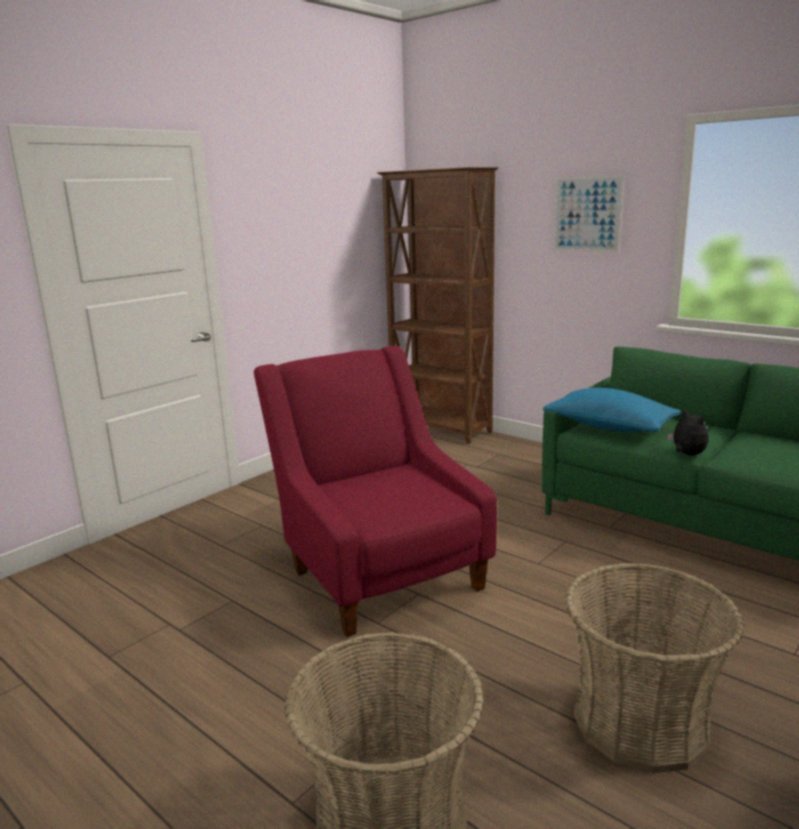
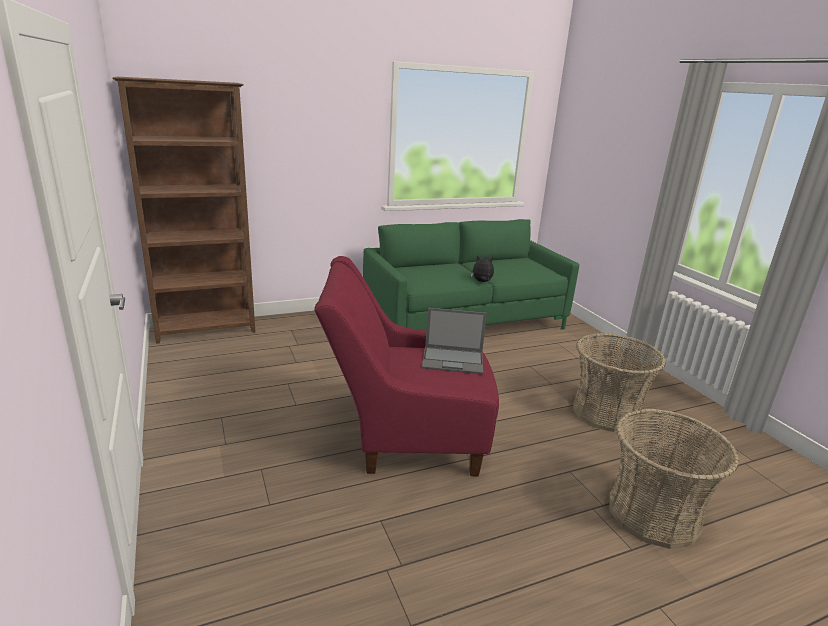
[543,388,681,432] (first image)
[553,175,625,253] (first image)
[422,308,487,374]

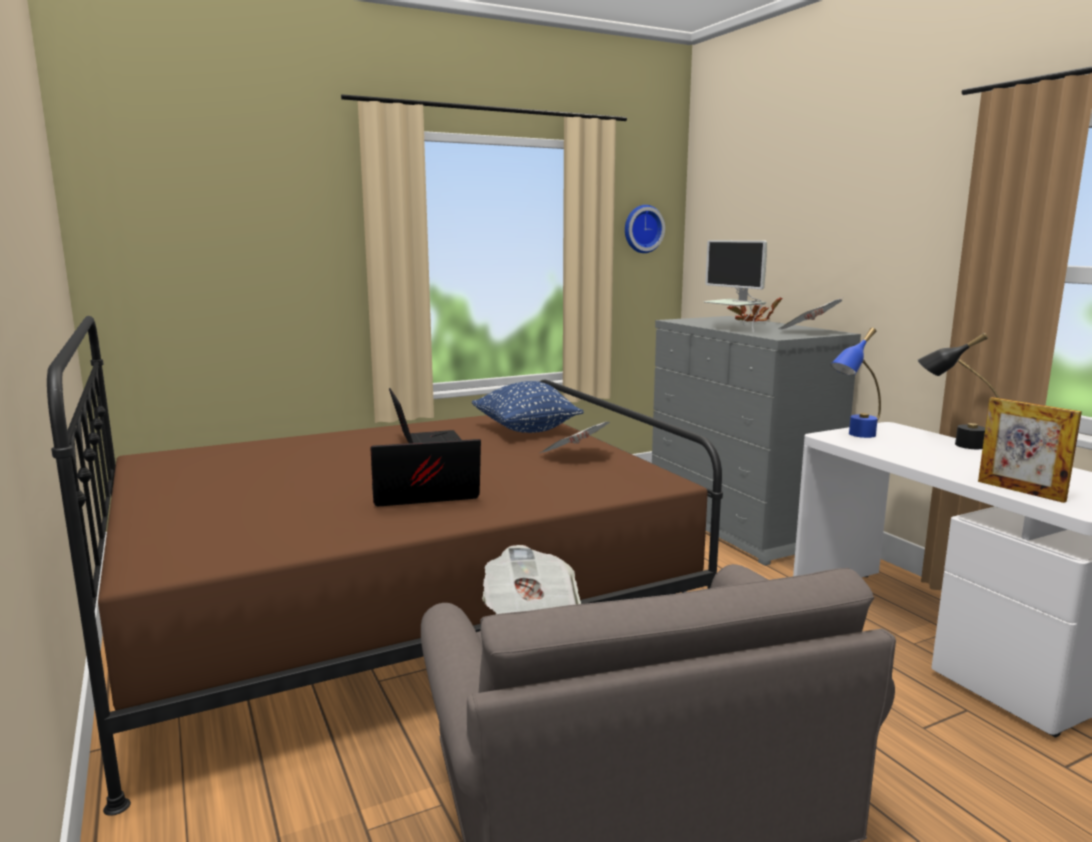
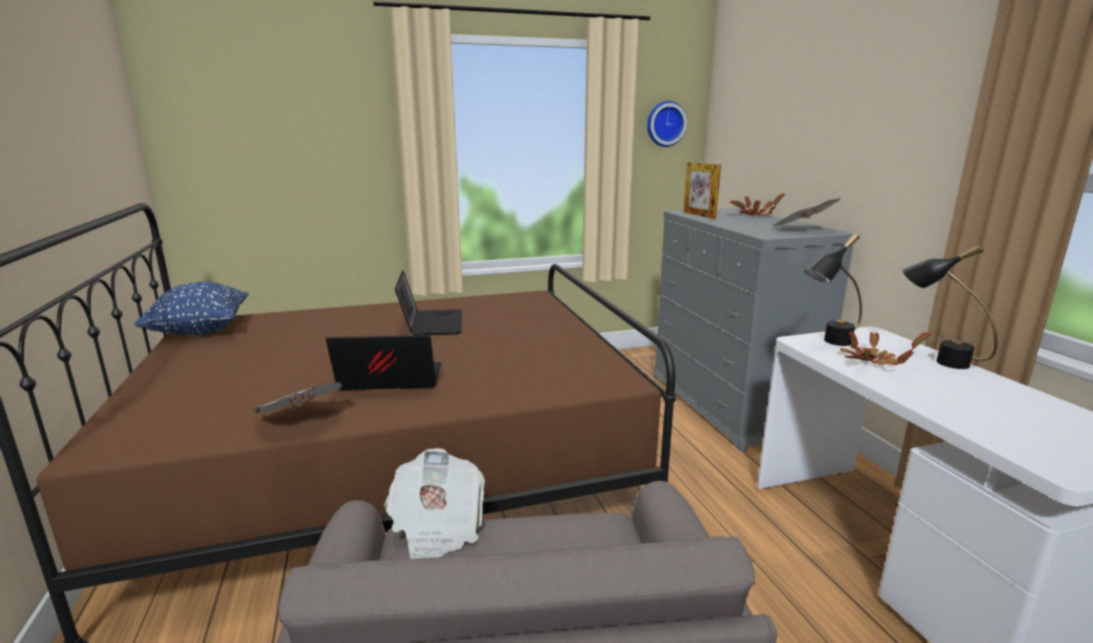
[133,282,248,335]
[254,382,342,414]
[704,240,767,332] (first image)
[805,233,862,346]
[683,162,721,219]
[840,331,931,365]

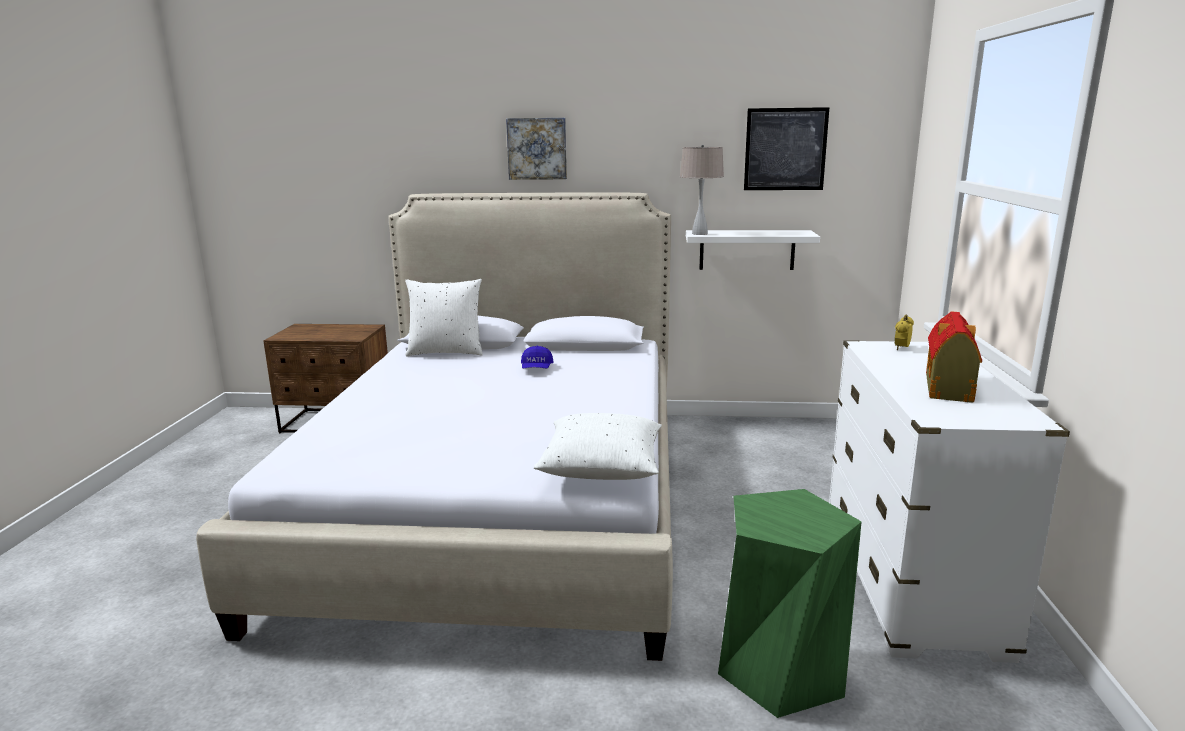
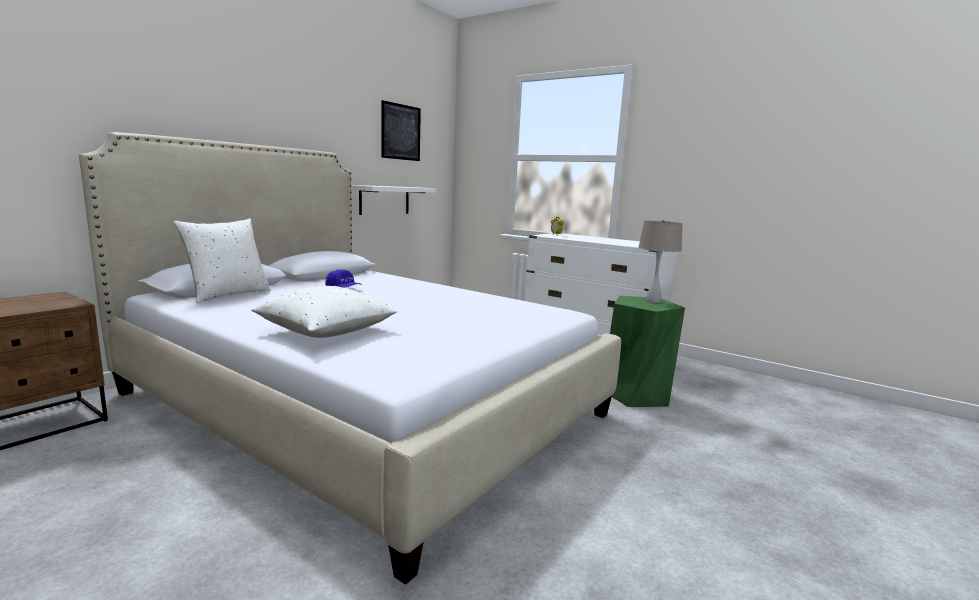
[506,118,567,180] (first image)
[251,286,397,338]
[638,220,683,303]
[926,311,982,403] (first image)

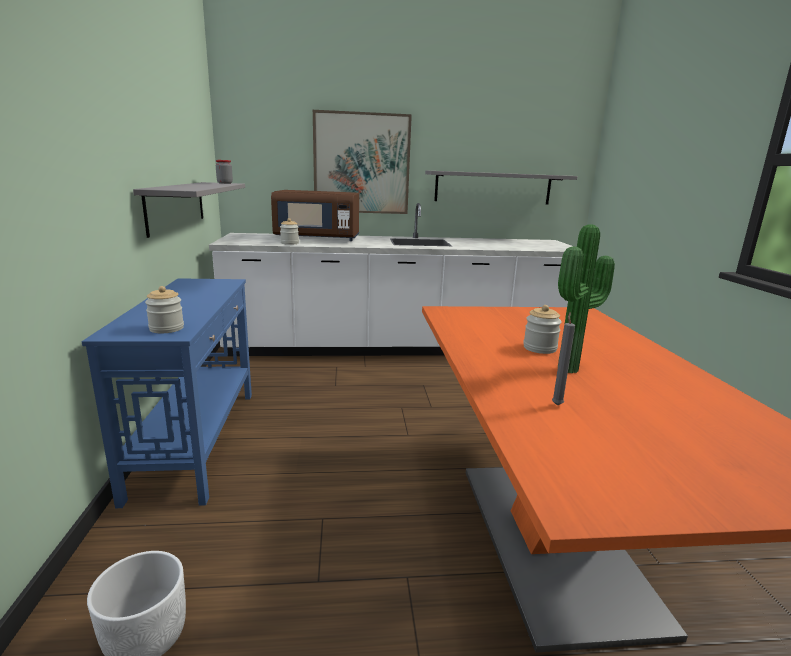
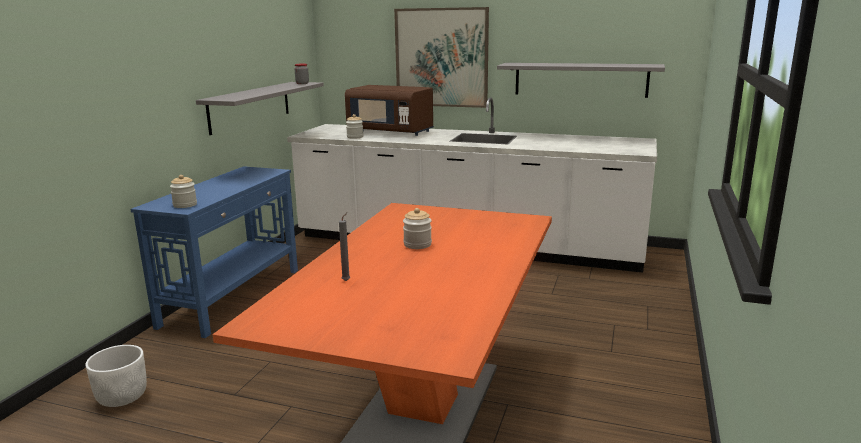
[558,224,615,373] (first image)

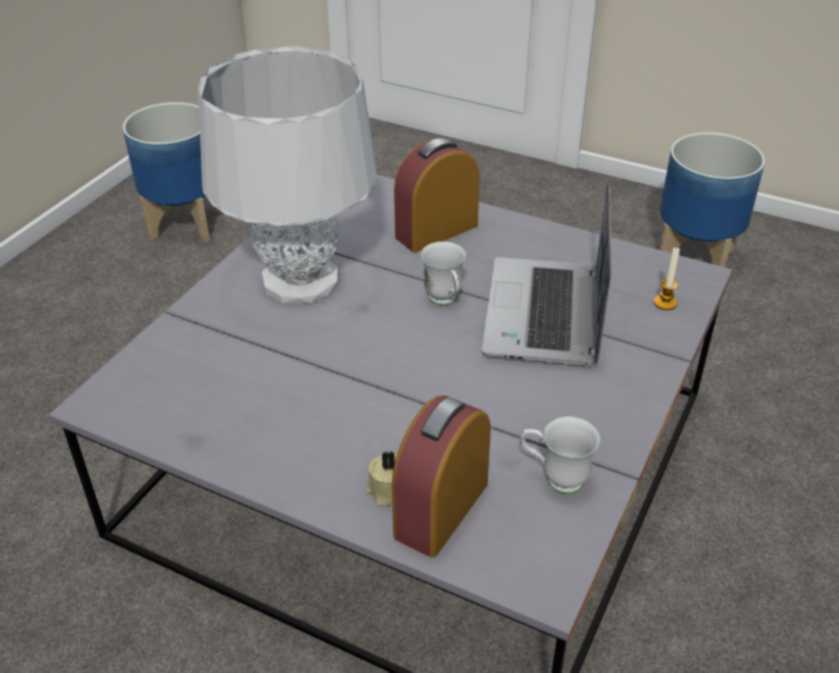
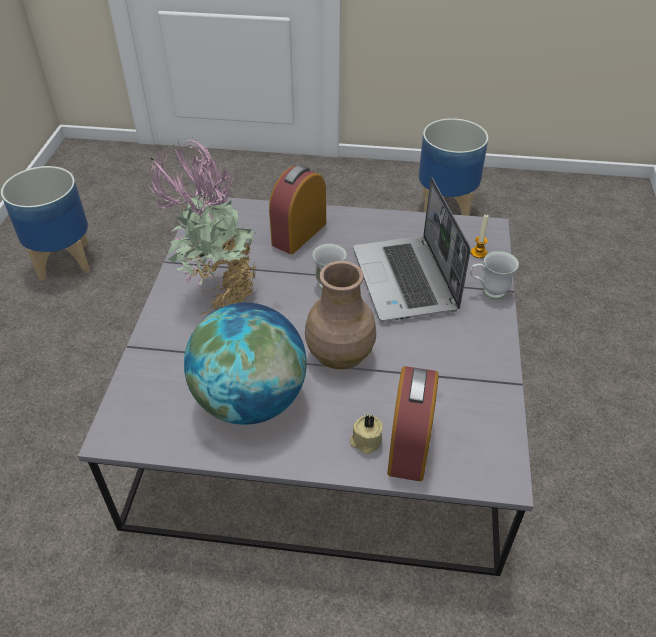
[148,138,260,314]
[470,251,519,299]
[184,303,307,425]
[305,261,376,369]

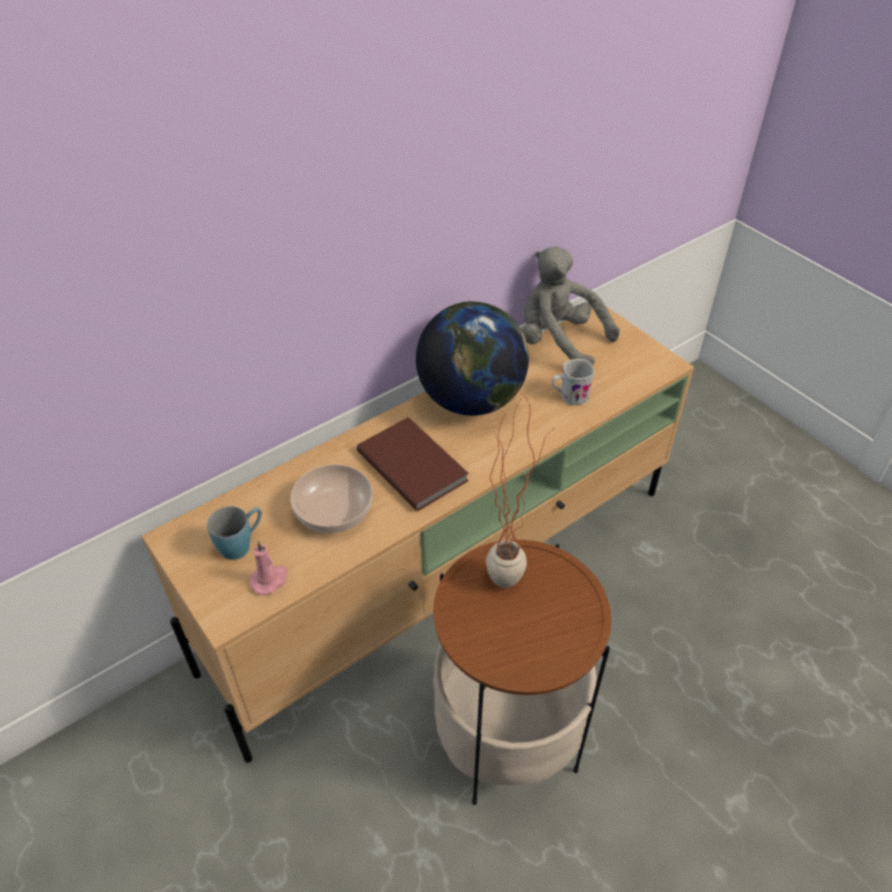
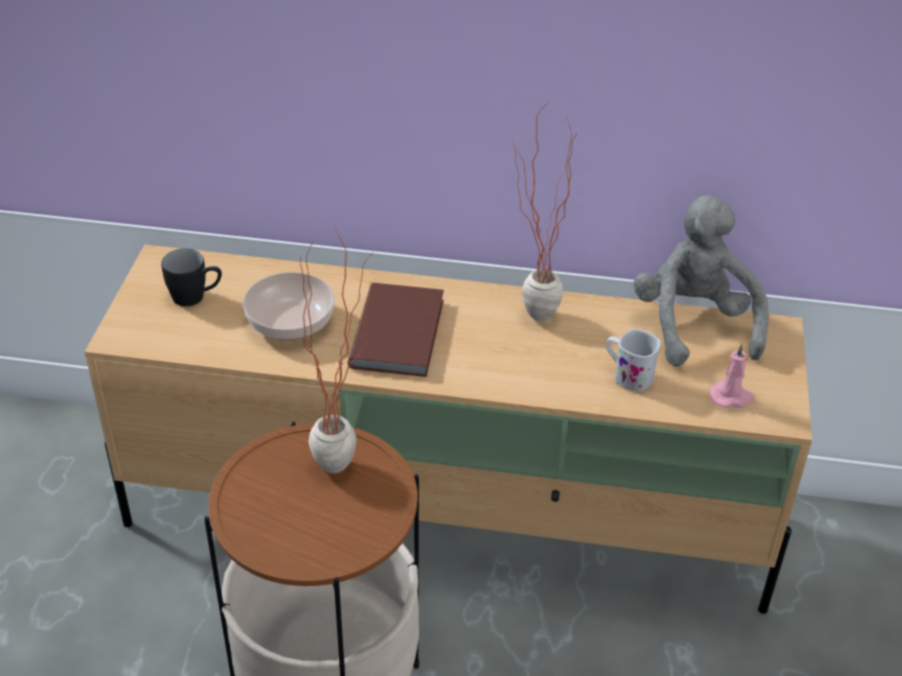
[161,249,222,306]
[710,343,754,408]
[512,104,577,321]

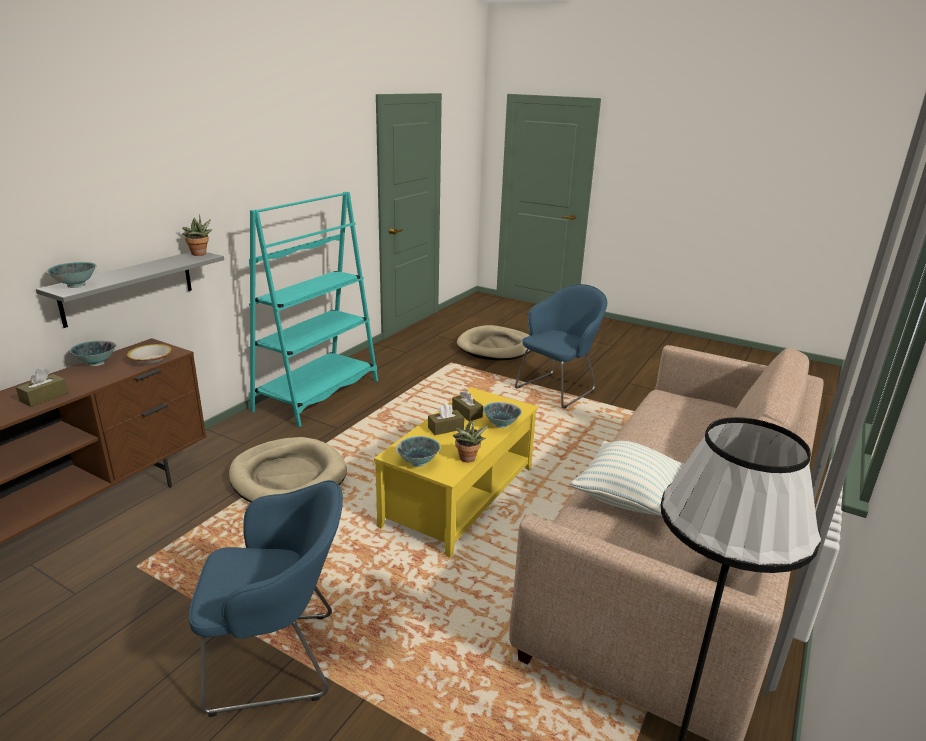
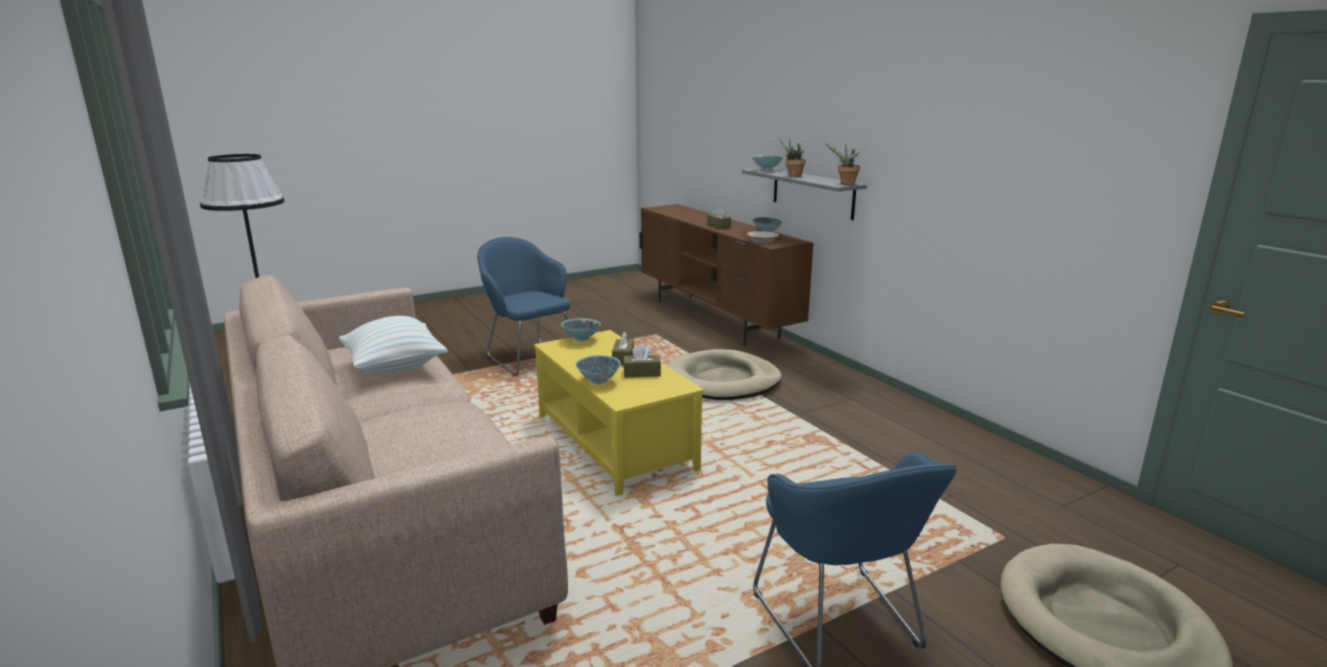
[477,237,571,376]
[249,192,378,427] (first image)
[779,137,806,177]

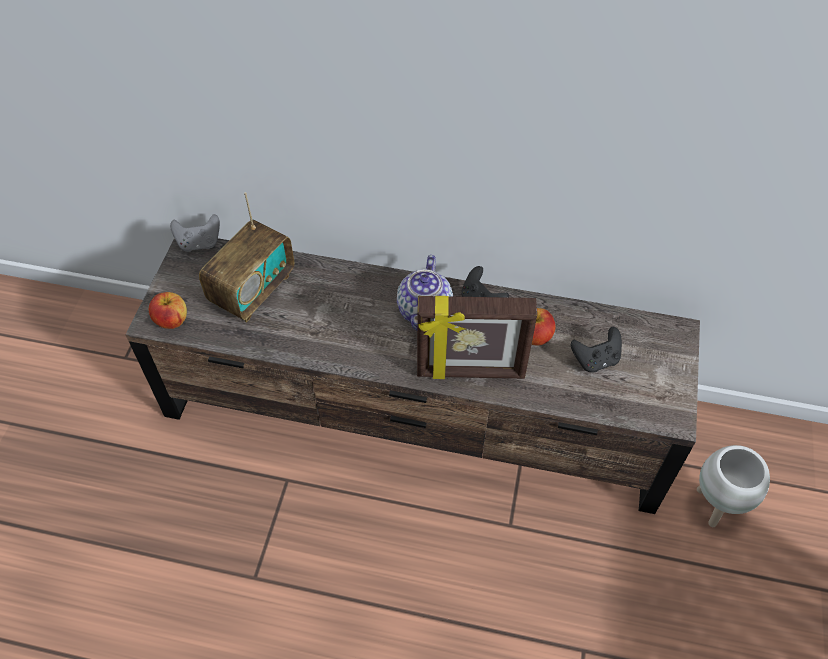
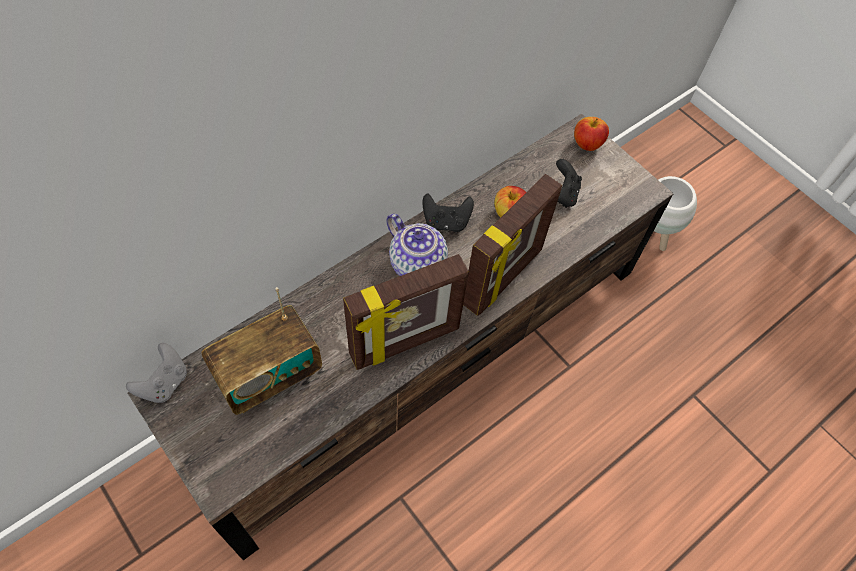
[574,117,609,151]
[202,287,322,415]
[343,254,469,370]

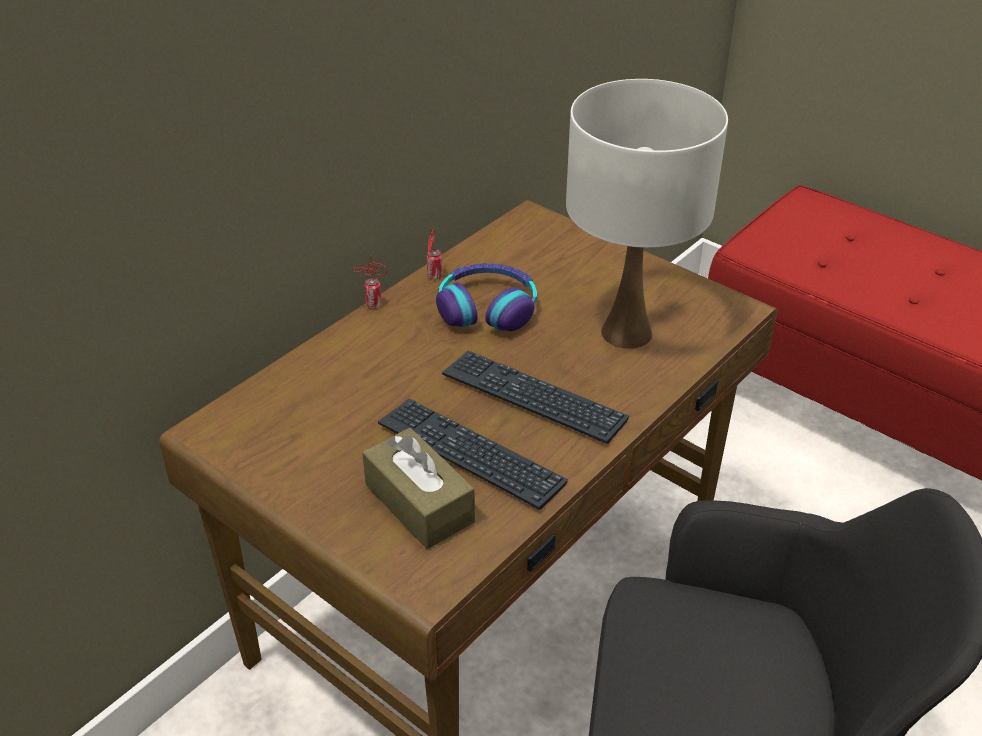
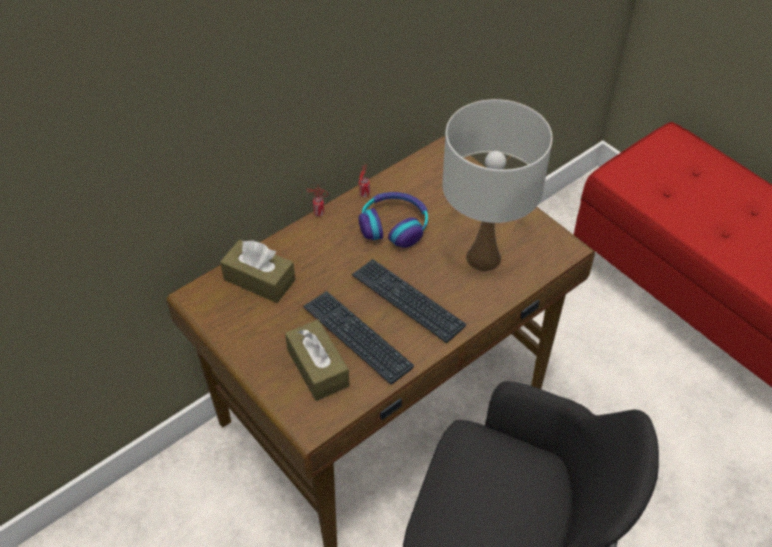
[220,239,295,303]

